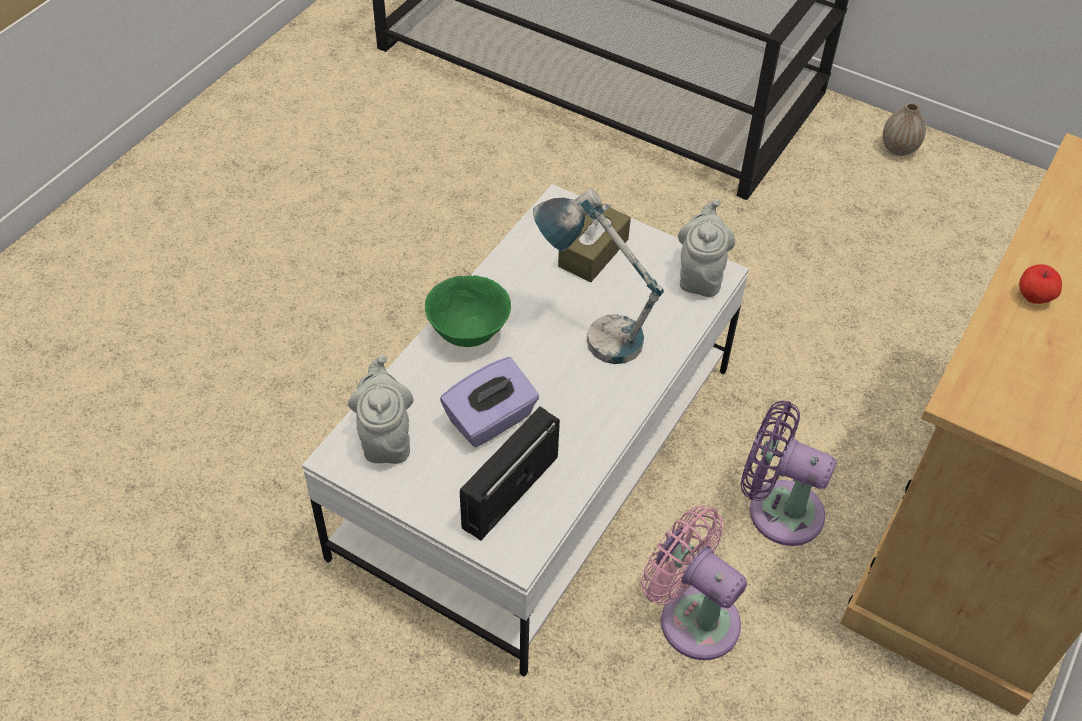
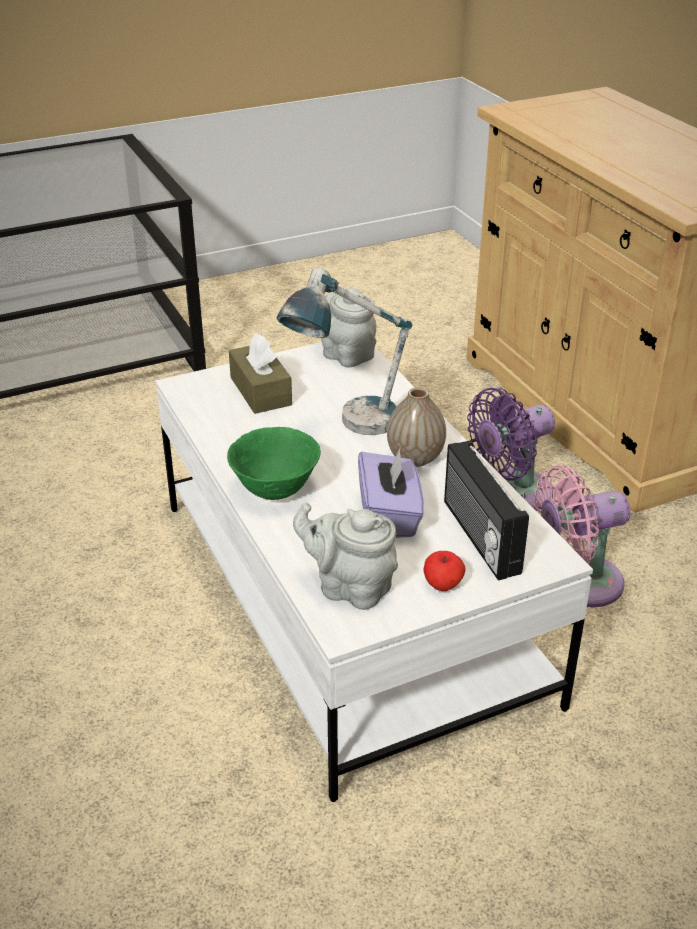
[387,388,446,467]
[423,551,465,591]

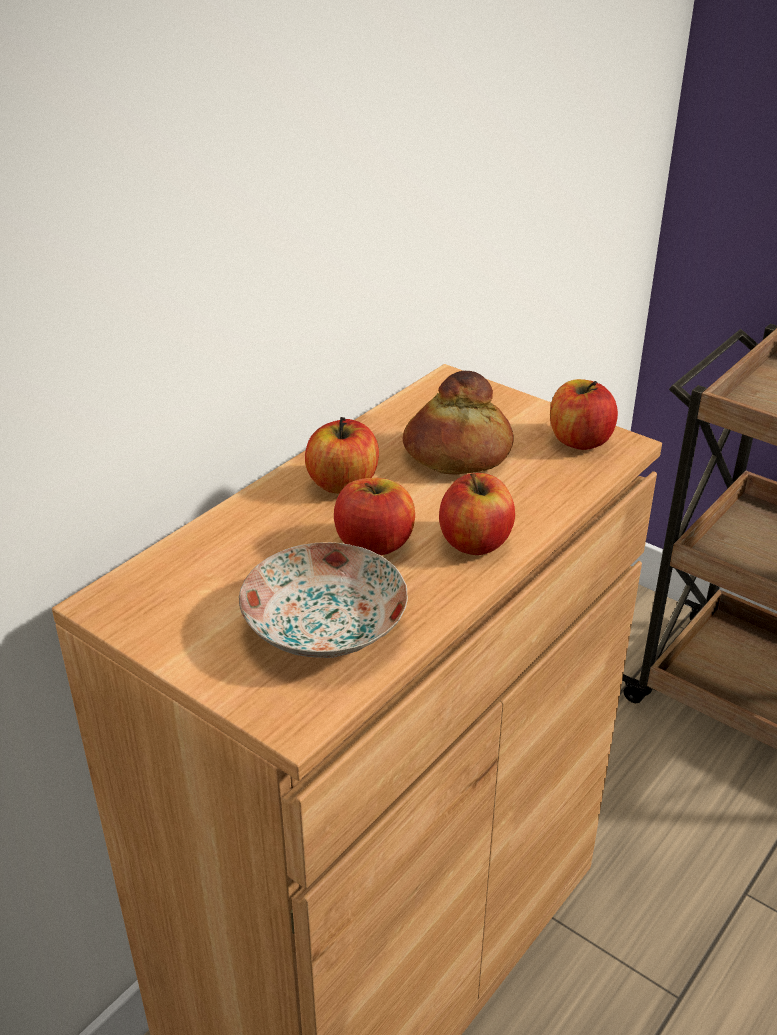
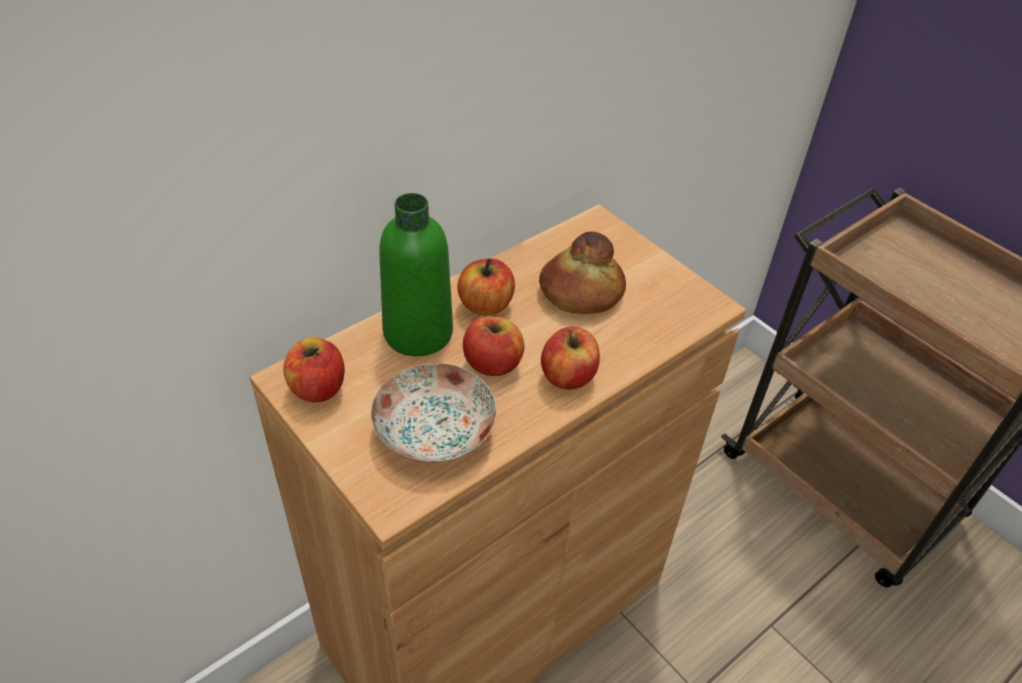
[283,337,345,402]
[379,193,453,356]

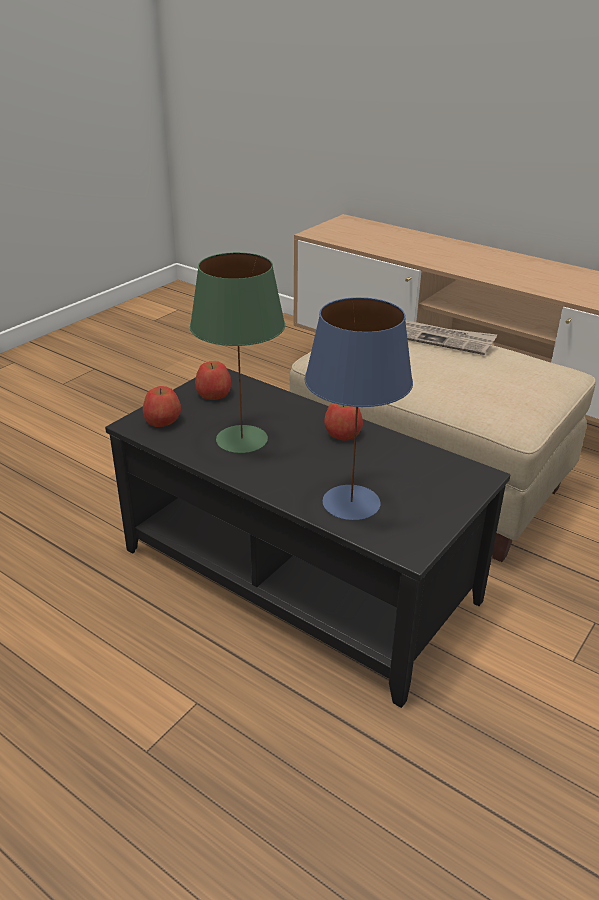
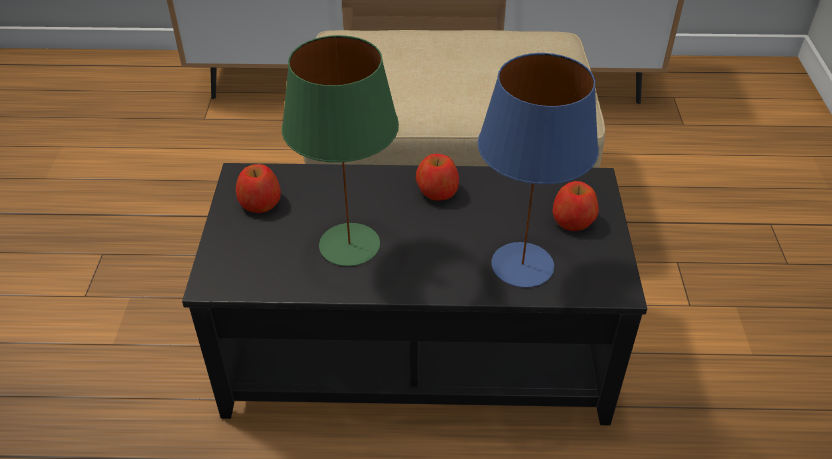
[553,181,599,231]
[405,320,497,355] (first image)

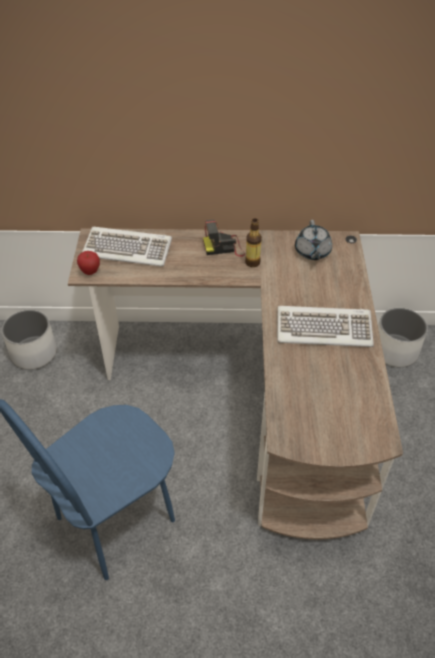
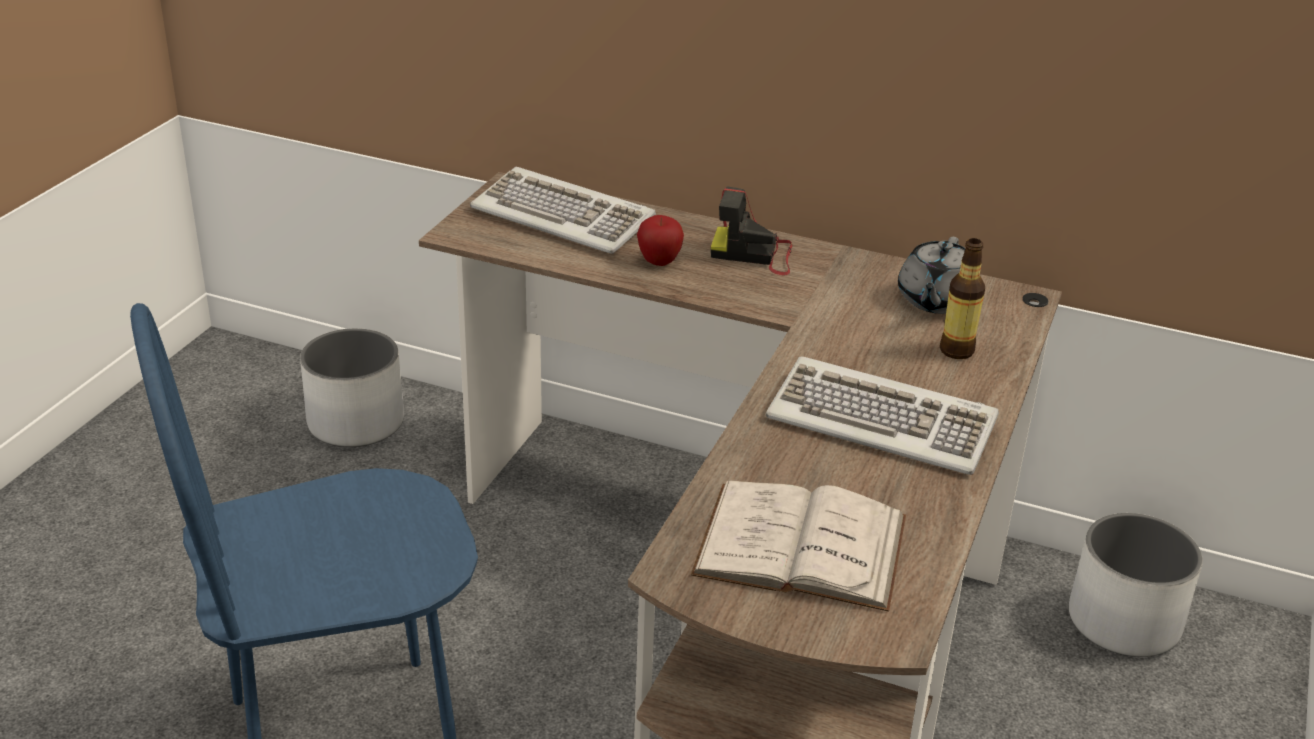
[637,215,684,266]
[940,238,985,359]
[691,480,906,612]

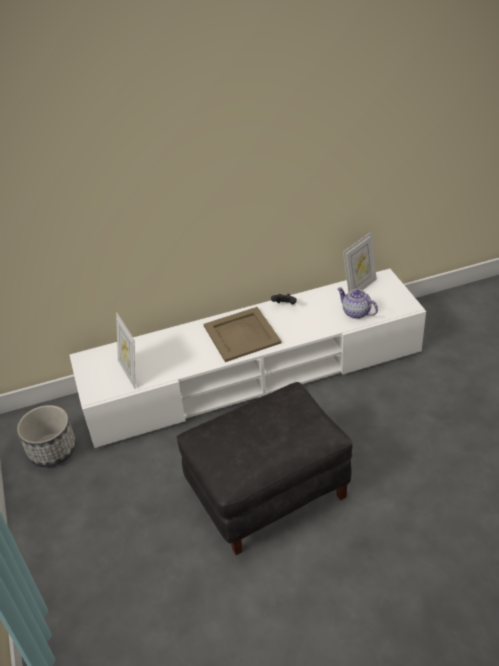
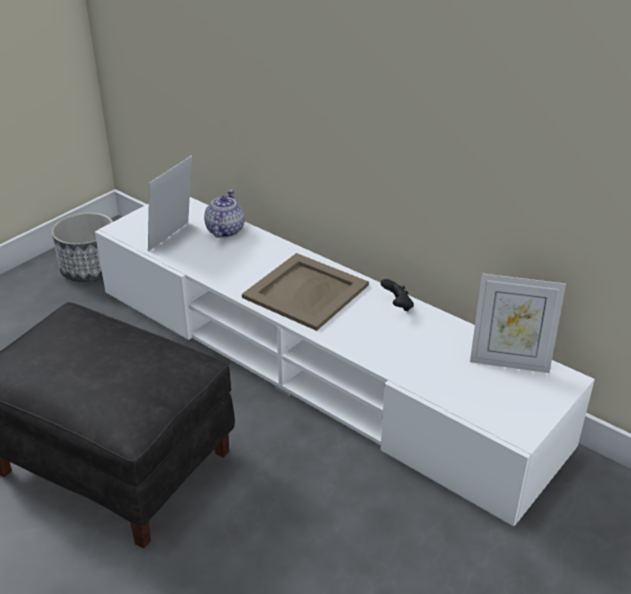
[204,190,245,238]

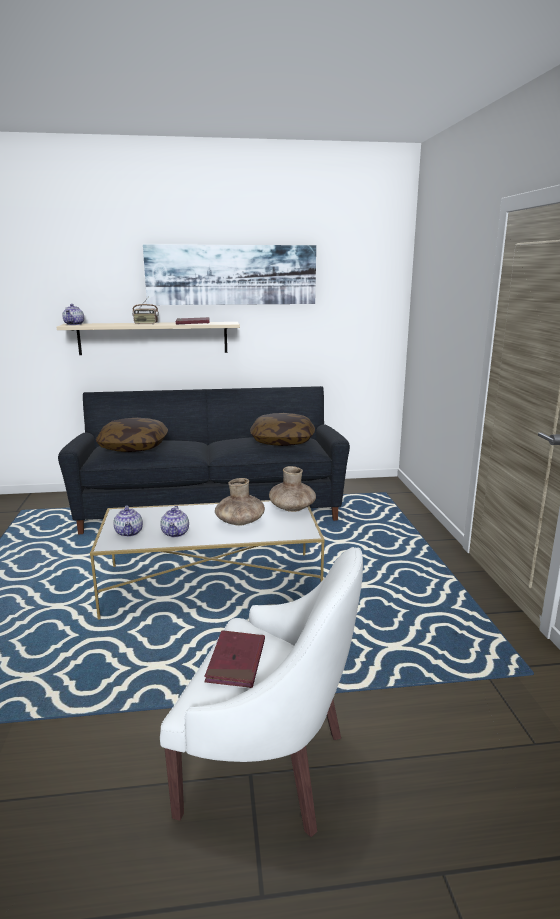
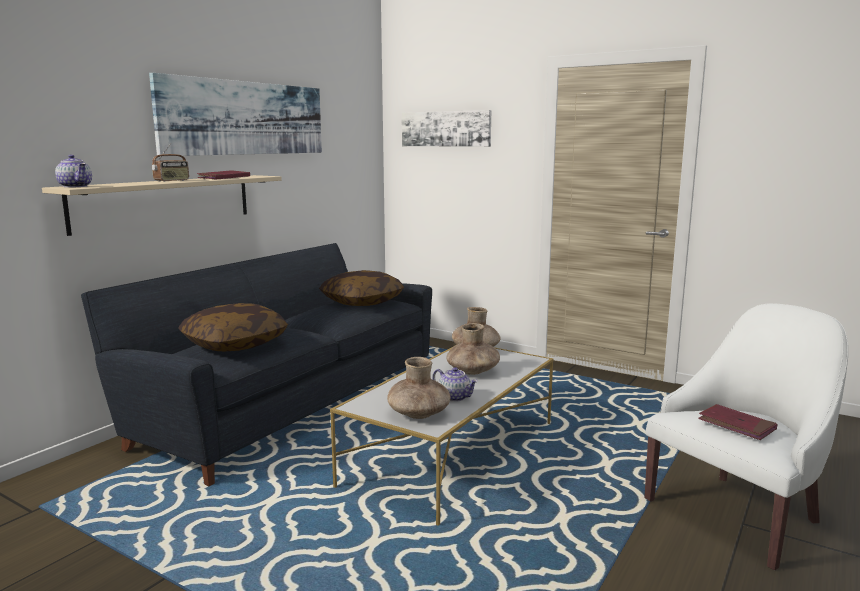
[387,357,451,419]
[402,110,491,147]

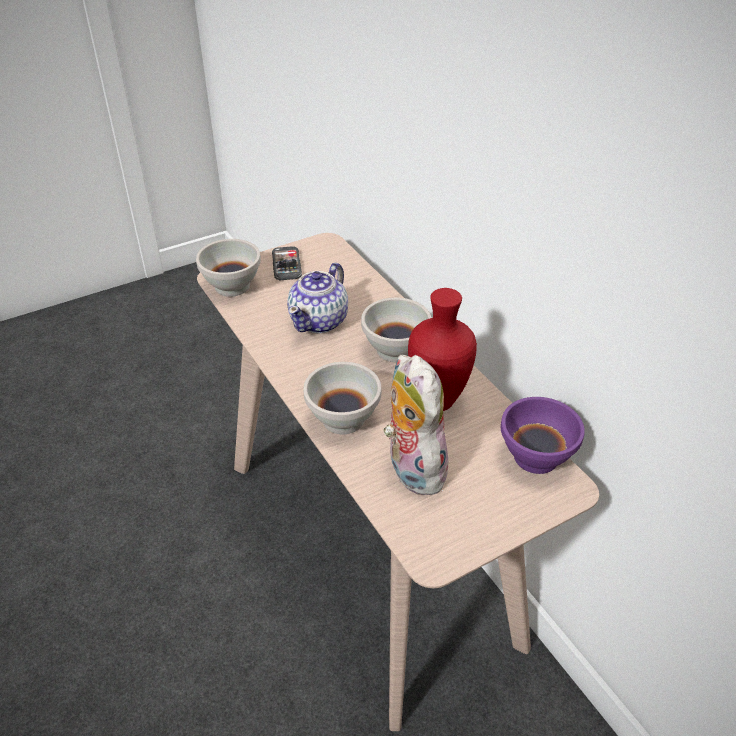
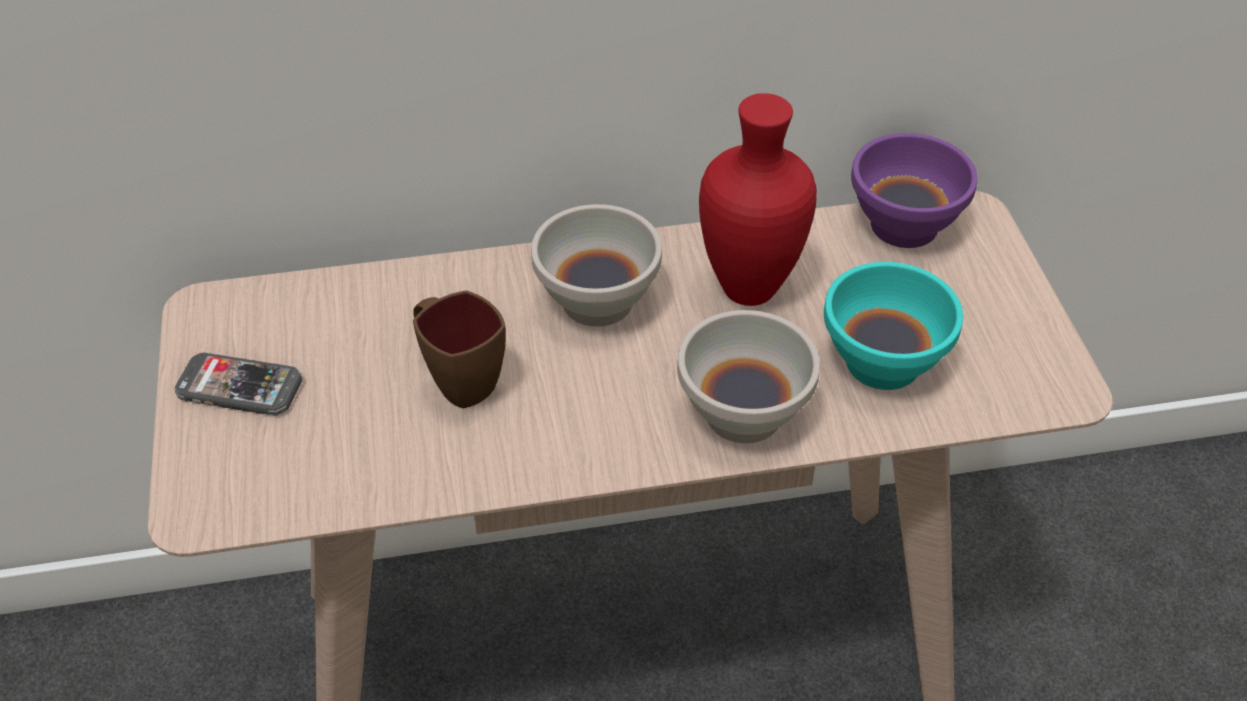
[196,239,261,297] (first image)
[413,290,506,408]
[824,262,963,390]

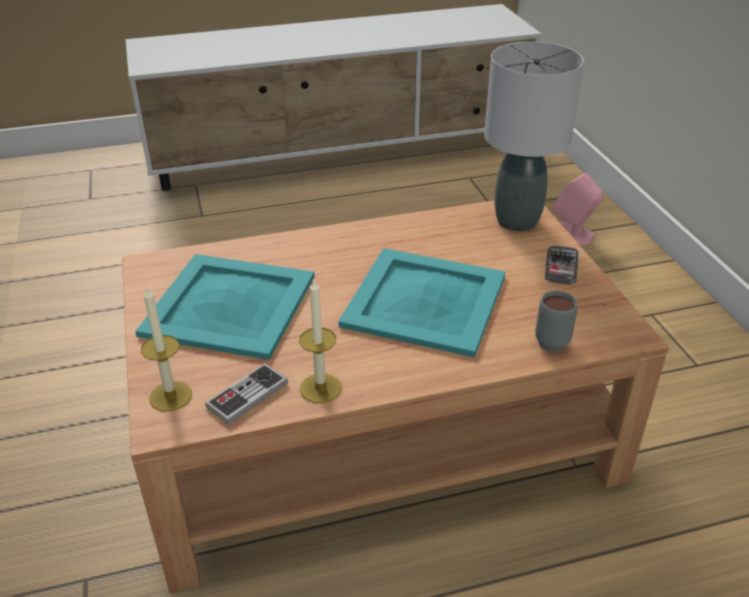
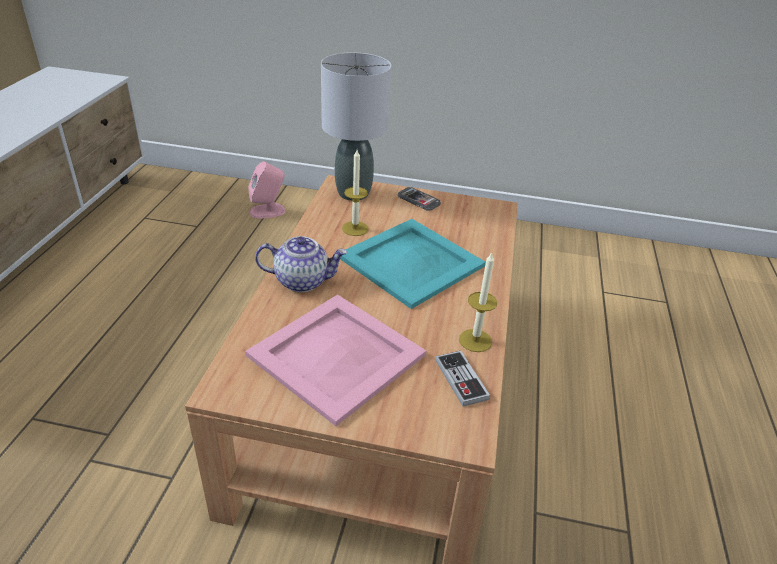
[245,295,426,426]
[342,150,369,236]
[535,291,578,352] (first image)
[255,236,347,292]

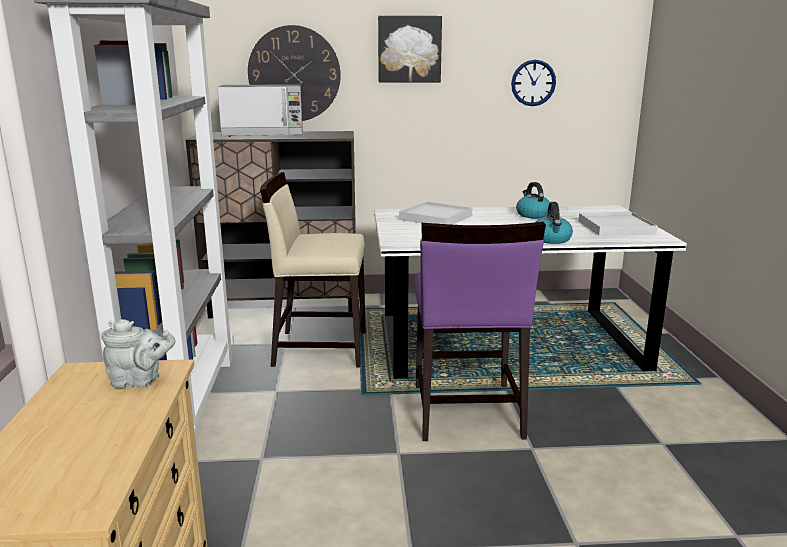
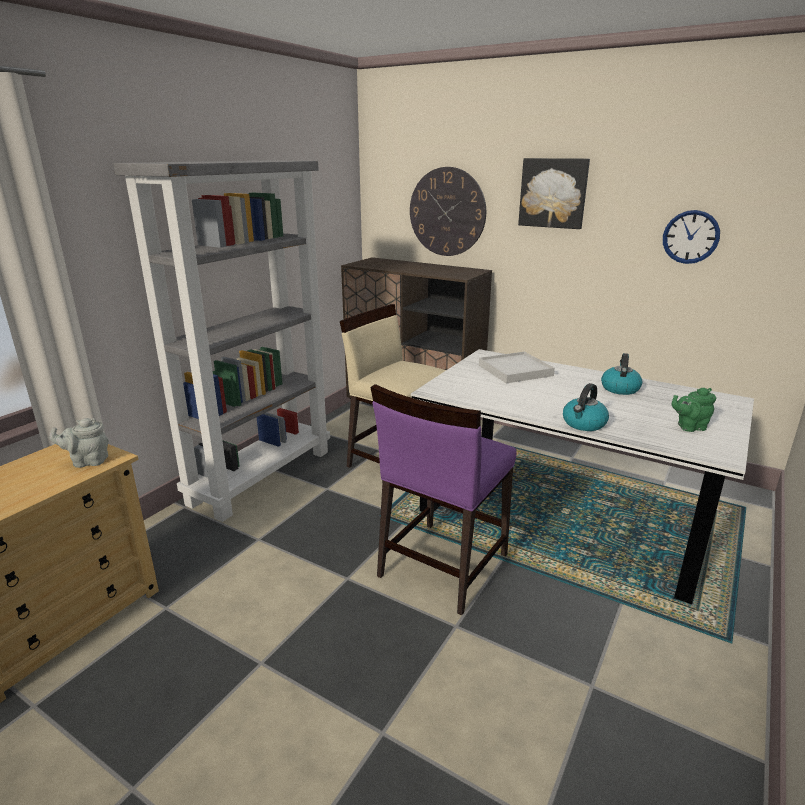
[49,418,109,468]
[217,84,303,137] (first image)
[672,388,716,432]

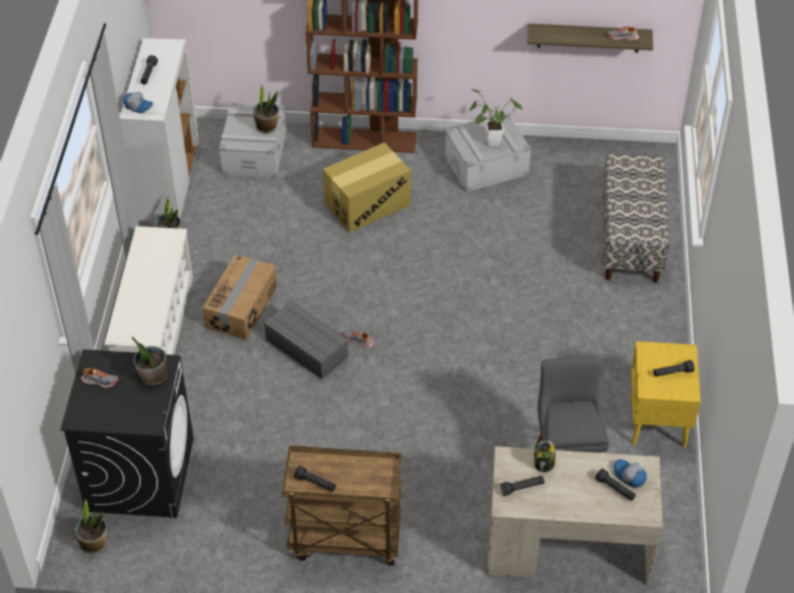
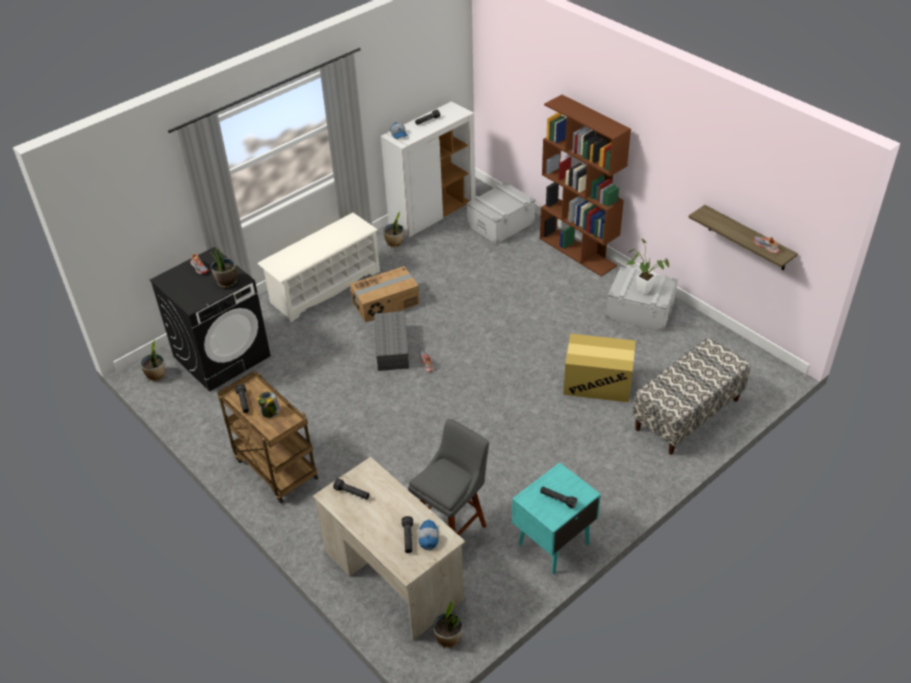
[433,599,463,648]
[563,334,636,403]
[258,392,280,418]
[512,462,601,574]

